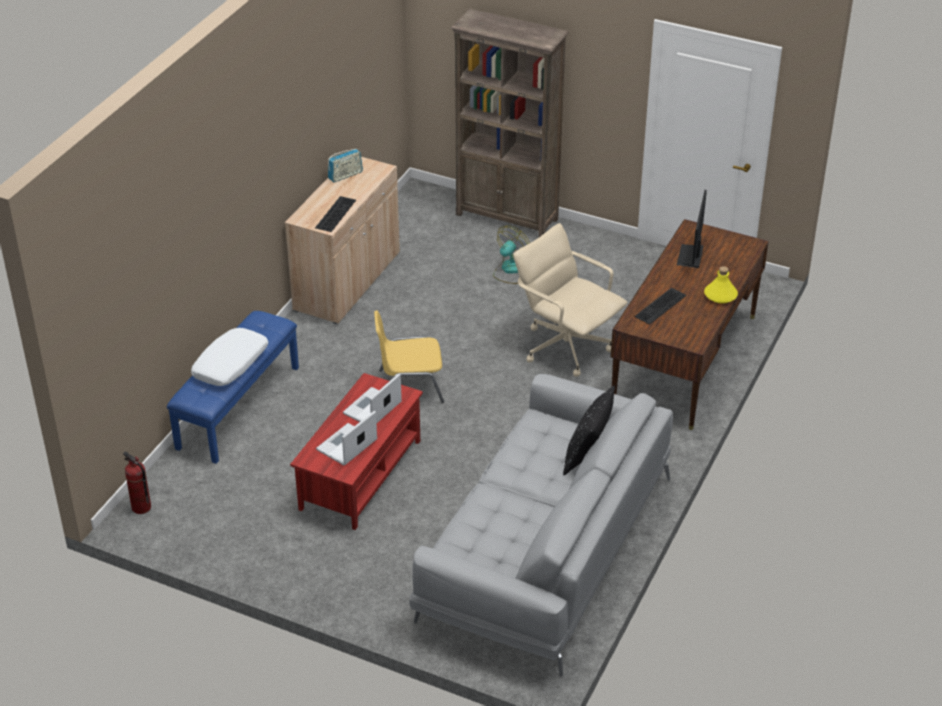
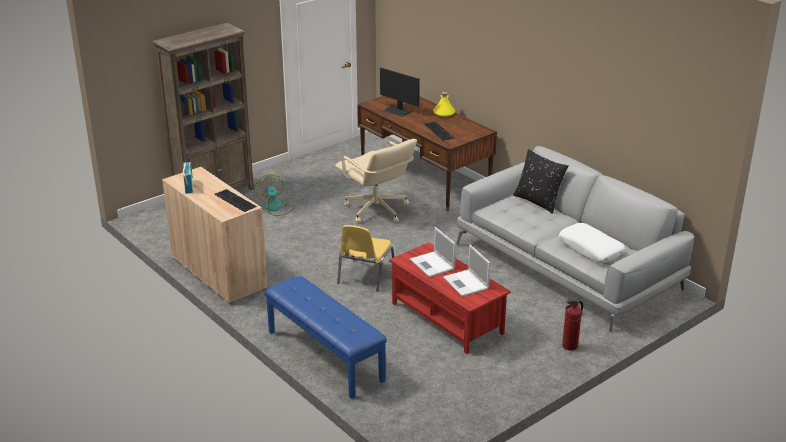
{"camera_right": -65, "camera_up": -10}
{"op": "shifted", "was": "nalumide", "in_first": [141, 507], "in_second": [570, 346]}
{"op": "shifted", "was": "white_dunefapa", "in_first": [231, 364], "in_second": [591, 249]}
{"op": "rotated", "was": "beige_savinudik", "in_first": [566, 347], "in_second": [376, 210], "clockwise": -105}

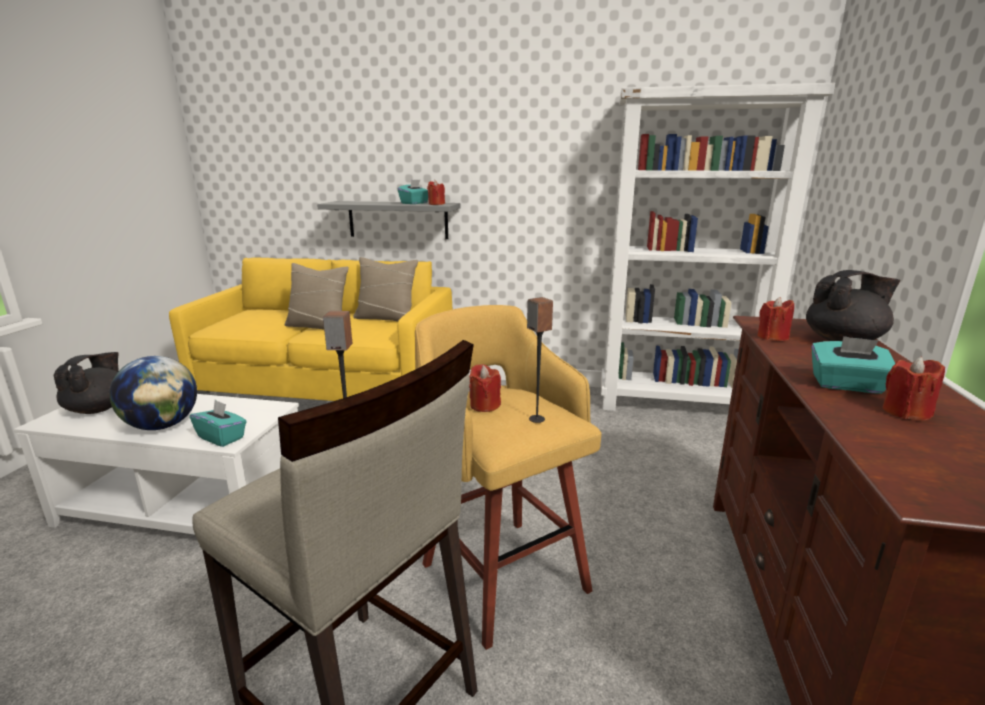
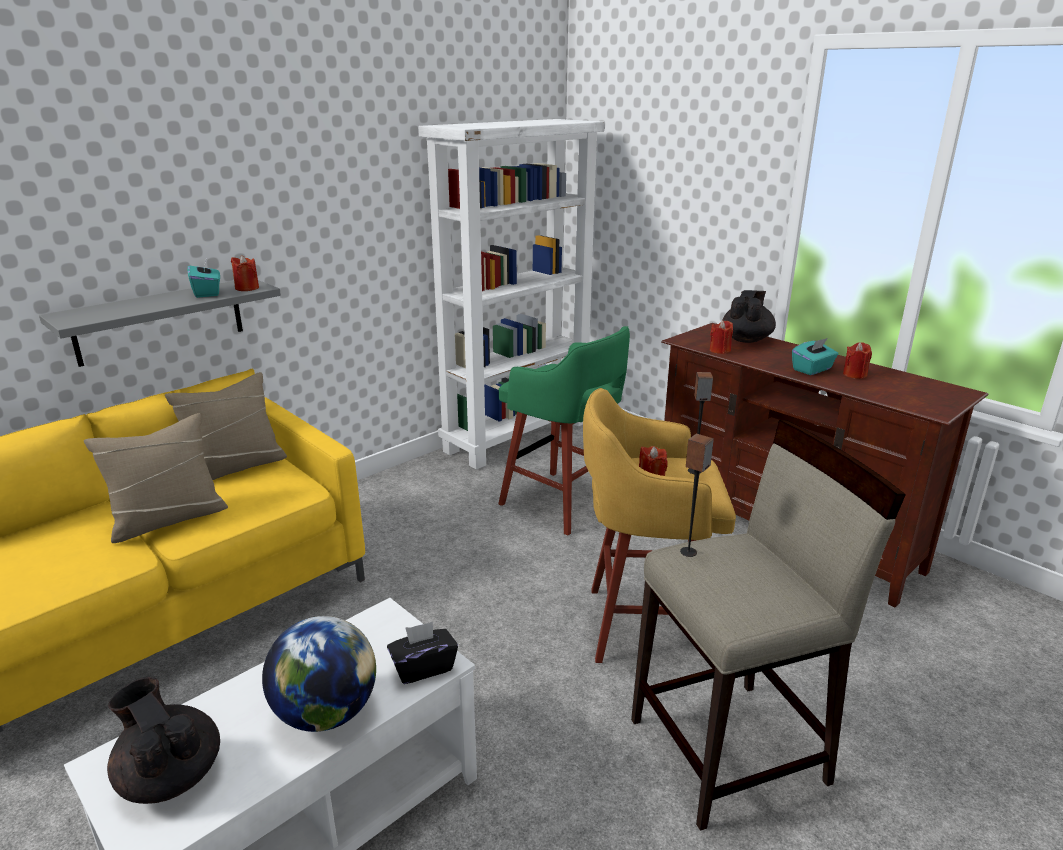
{"camera_right": -55, "camera_up": 5}
{"op": "new", "now": "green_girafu", "in_second": [562, 503]}
{"op": "repainted", "was": "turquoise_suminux", "now": "black_suminux", "in_first": [222, 437], "in_second": [423, 667]}

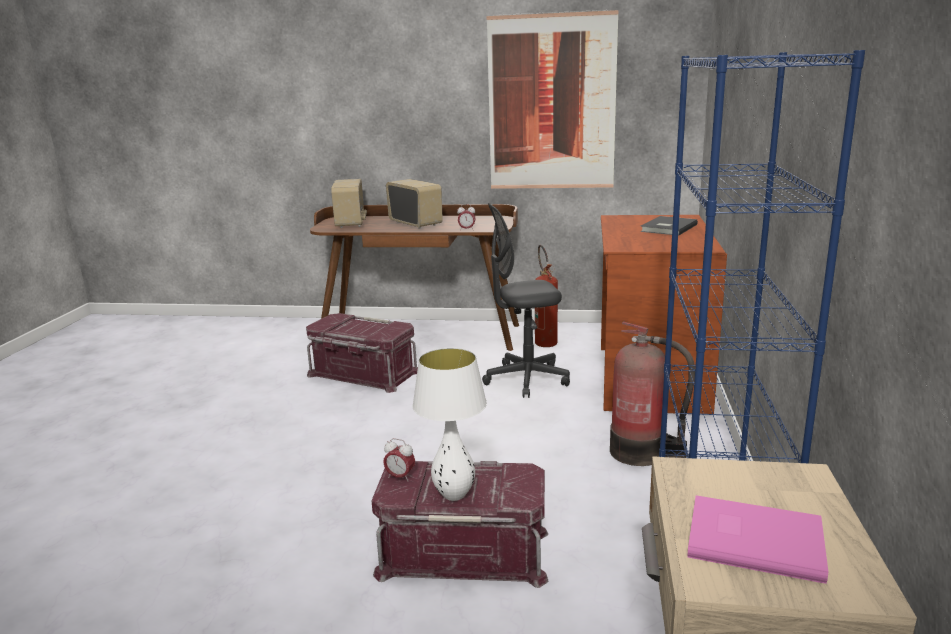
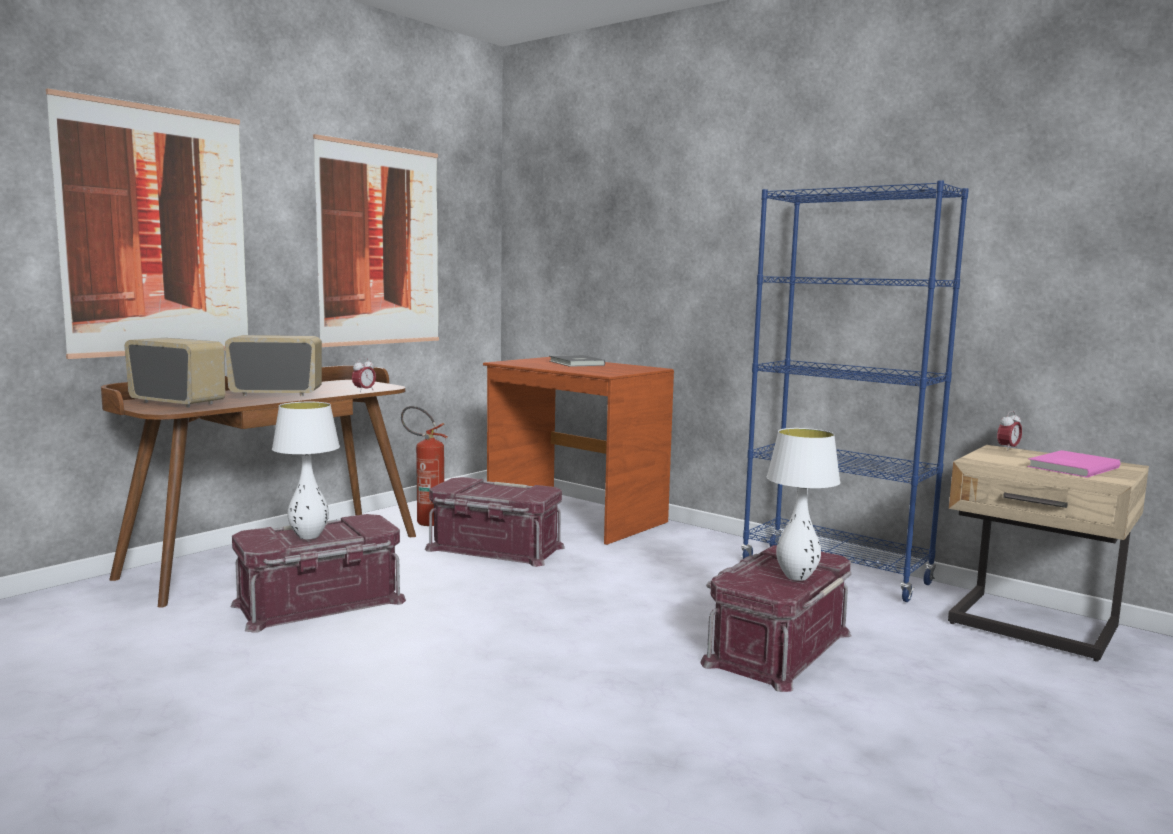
{"camera_right": -60, "camera_up": -10}
{"op": "gone", "was": "nalumide", "in_first": [642, 453]}
{"op": "new", "now": "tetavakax", "in_second": [156, 231]}
{"op": "new", "now": "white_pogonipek", "in_second": [309, 537]}
{"op": "shifted", "was": "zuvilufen", "in_first": [400, 477], "in_second": [1008, 449]}
{"op": "swapped", "was": "grey_savinudik", "now": "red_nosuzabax", "in_first": [526, 379], "in_second": [494, 549]}

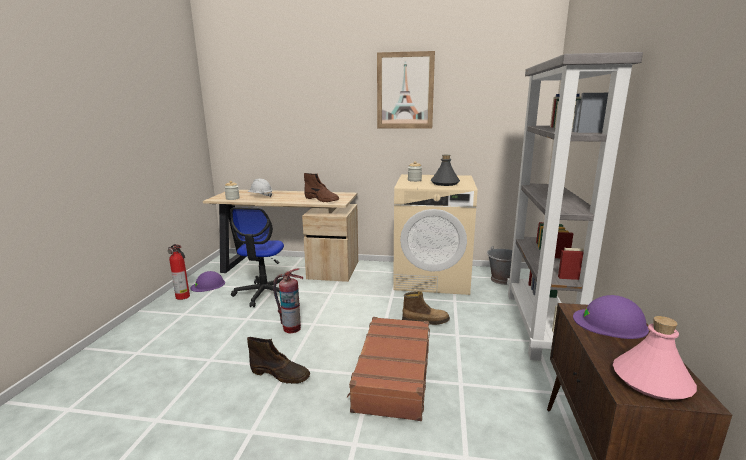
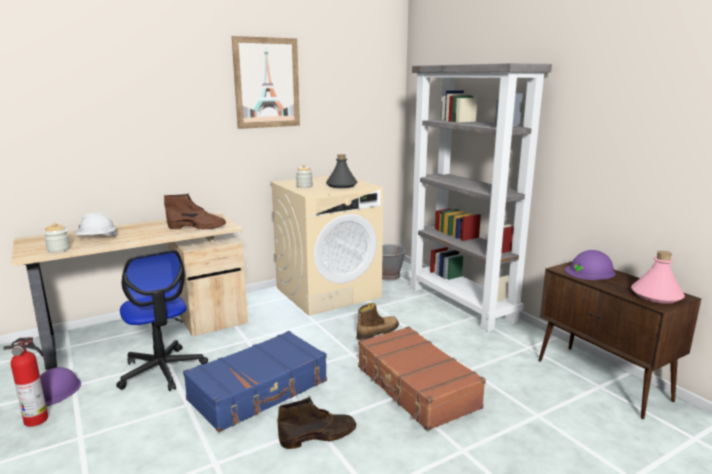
{"camera_right": -40, "camera_up": 0}
{"op": "swapped", "was": "nalumide", "now": "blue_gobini", "in_first": [291, 328], "in_second": [259, 391]}

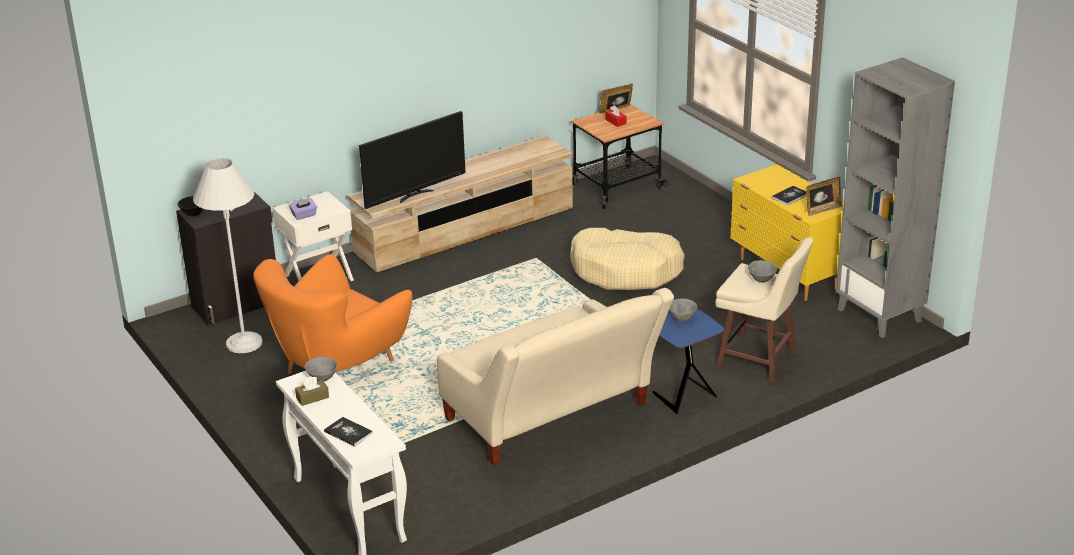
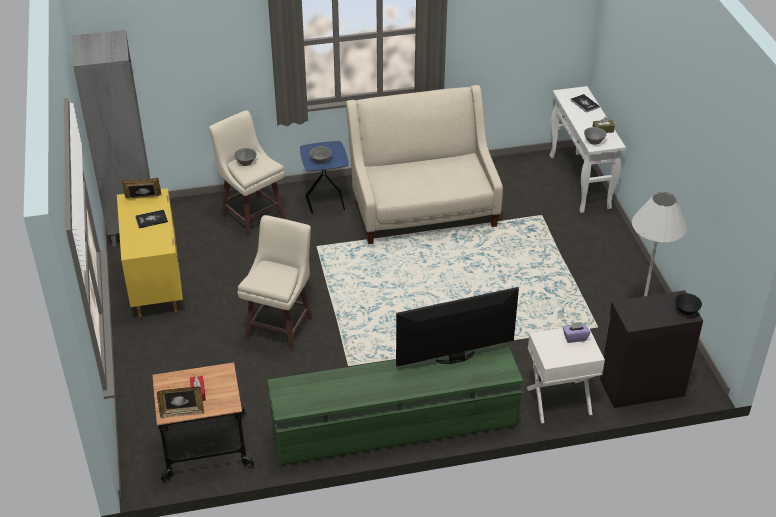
{"camera_right": -160, "camera_up": 10}
{"op": "gone", "was": "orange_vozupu", "in_first": [337, 368]}
{"op": "swapped", "was": "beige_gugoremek", "now": "beige_girafu", "in_first": [626, 271], "in_second": [280, 326]}
{"op": "repainted", "was": "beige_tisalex", "now": "green_tisalex", "in_first": [465, 230], "in_second": [394, 426]}

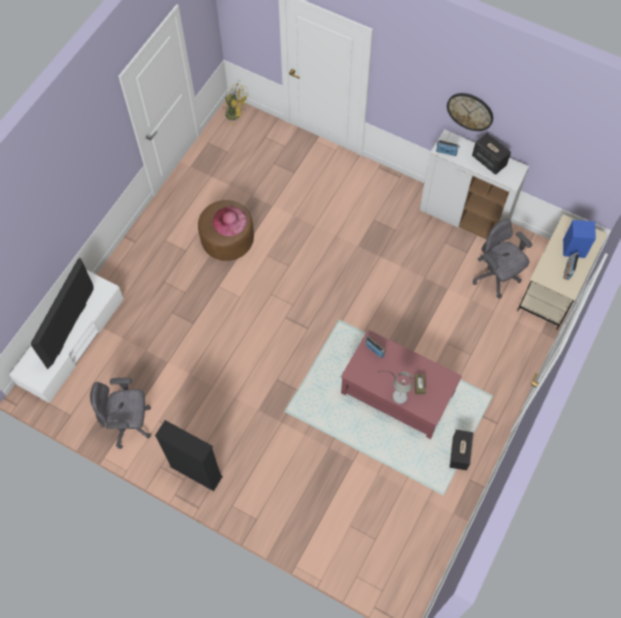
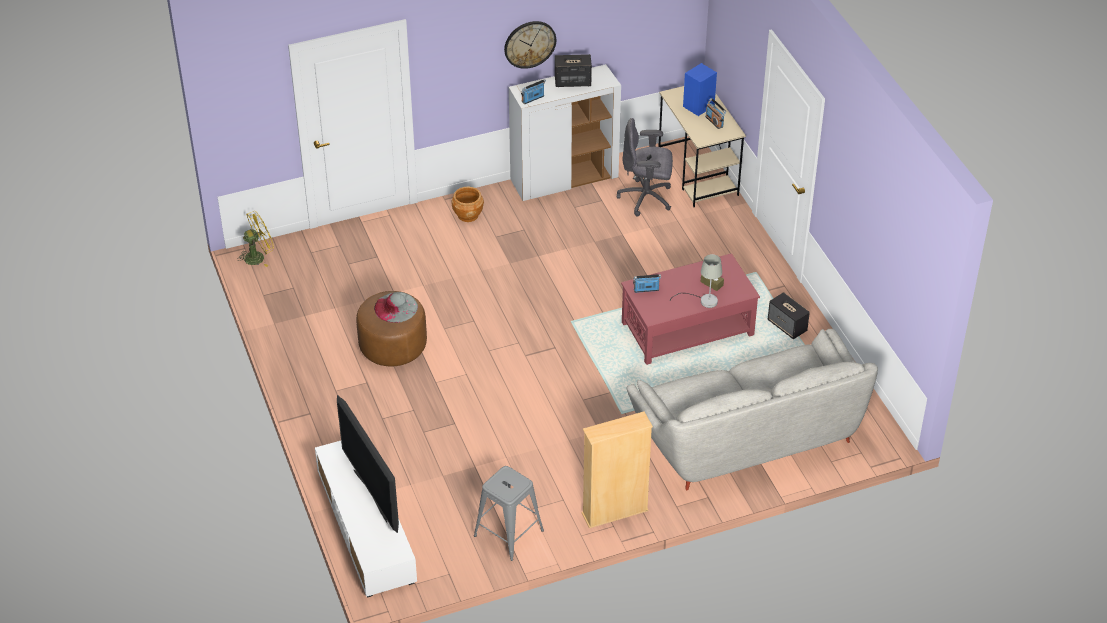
{"camera_right": -50, "camera_up": -20}
{"op": "new", "now": "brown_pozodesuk", "in_second": [468, 215]}
{"op": "new", "now": "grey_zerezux", "in_second": [747, 433]}
{"op": "swapped", "was": "grey_savinudik", "now": "grey_girafu", "in_first": [129, 423], "in_second": [509, 533]}
{"op": "repainted", "was": "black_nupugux", "now": "beige_nupugux", "in_first": [196, 472], "in_second": [615, 512]}
{"op": "repainted", "was": "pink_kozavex", "now": "grey_kozavex", "in_first": [229, 221], "in_second": [396, 307]}

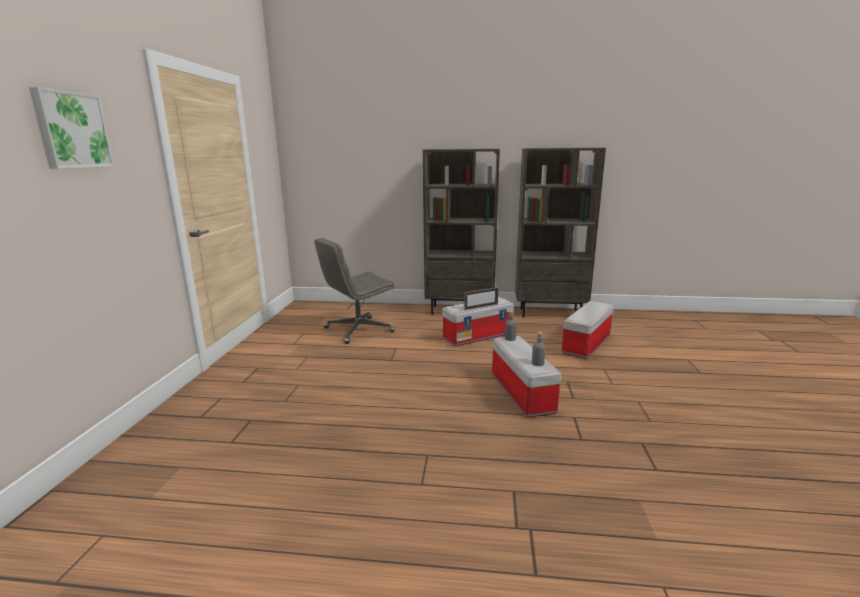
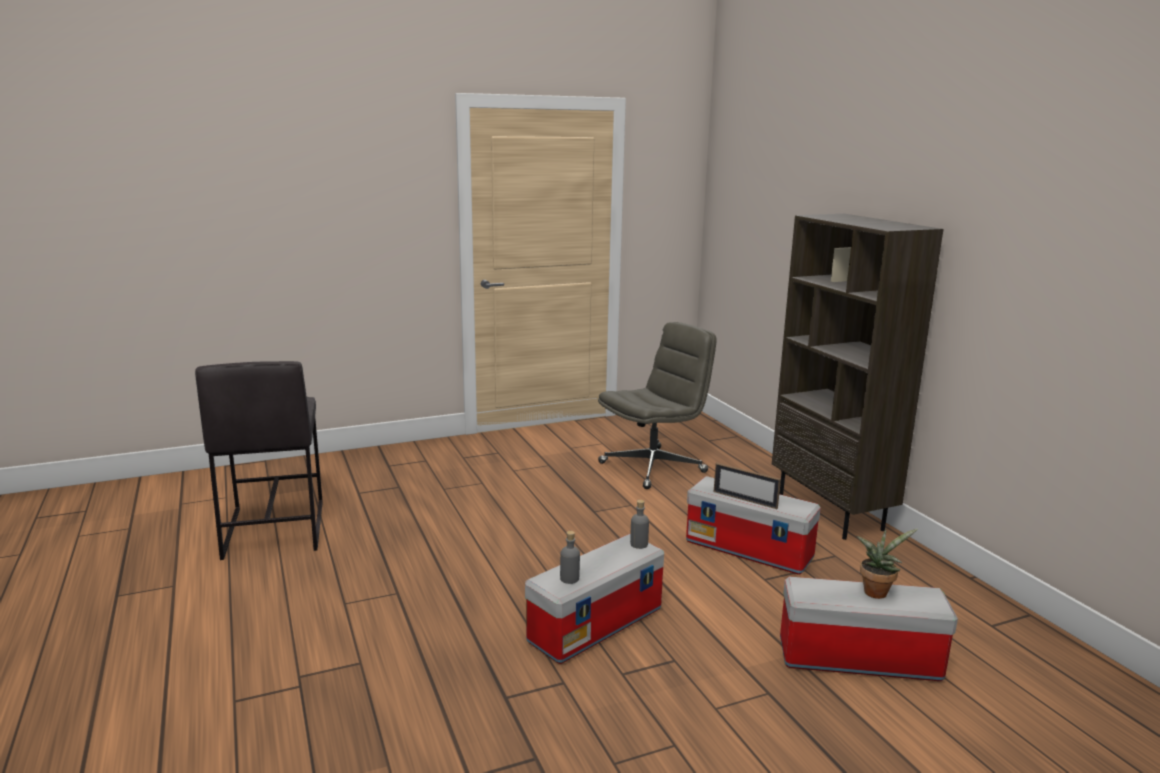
{"camera_right": 60, "camera_up": 0}
{"op": "gone", "was": "tetavakax", "in_first": [72, 130]}
{"op": "gone", "was": "brown_nupugux", "in_first": [550, 313]}
{"op": "new", "now": "grey_girafu", "in_second": [273, 529]}
{"op": "new", "now": "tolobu", "in_second": [877, 591]}
{"op": "rotated", "was": "grey_savinudik", "in_first": [358, 330], "in_second": [653, 467], "clockwise": 120}

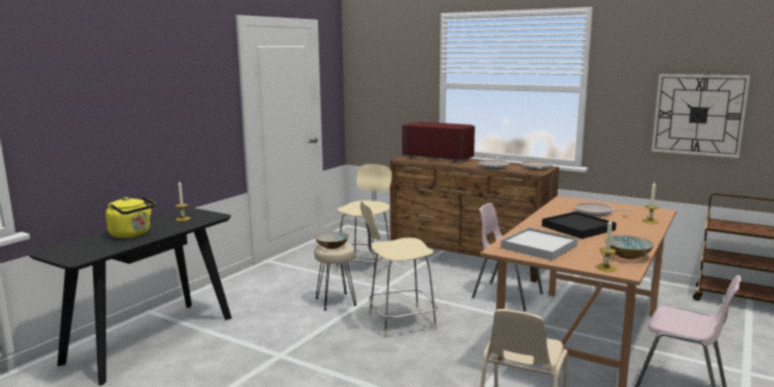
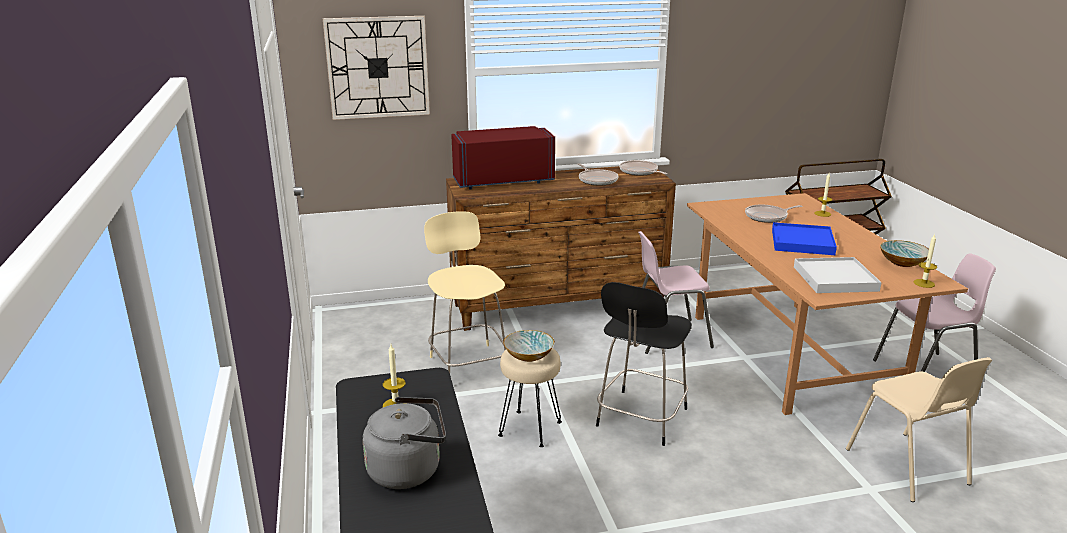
{"camera_right": -45, "camera_up": 10}
{"op": "shifted", "was": "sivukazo", "in_first": [698, 115], "in_second": [377, 67]}
{"op": "repainted", "was": "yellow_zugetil", "now": "grey_zugetil", "in_first": [132, 234], "in_second": [409, 470]}
{"op": "repainted", "was": "beige_girafu", "now": "black_girafu", "in_first": [399, 322], "in_second": [640, 419]}
{"op": "repainted", "was": "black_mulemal", "now": "blue_mulemal", "in_first": [578, 228], "in_second": [802, 242]}

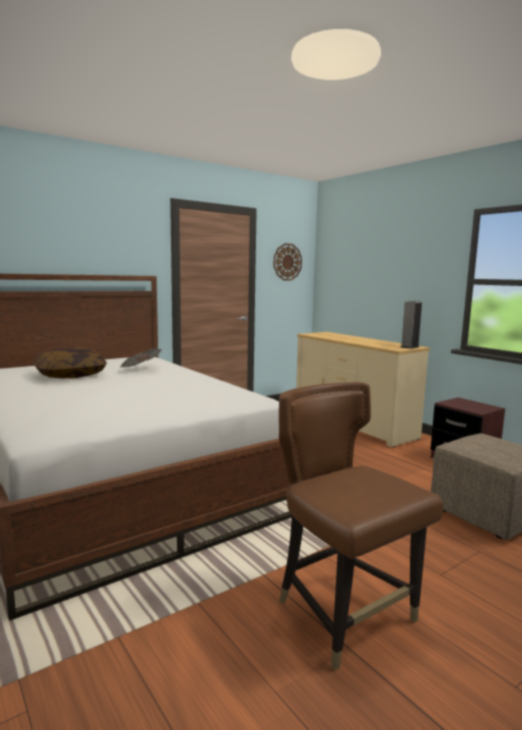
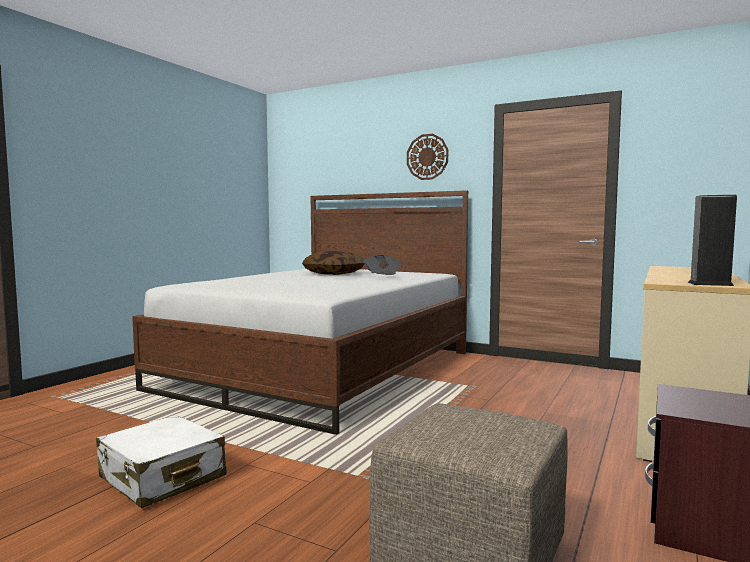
{"camera_right": 65, "camera_up": -5}
{"op": "shifted", "was": "sivukazo", "in_first": [287, 262], "in_second": [427, 157]}
{"op": "swapped", "was": "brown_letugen", "now": "white_gobini", "in_first": [344, 614], "in_second": [162, 477]}

